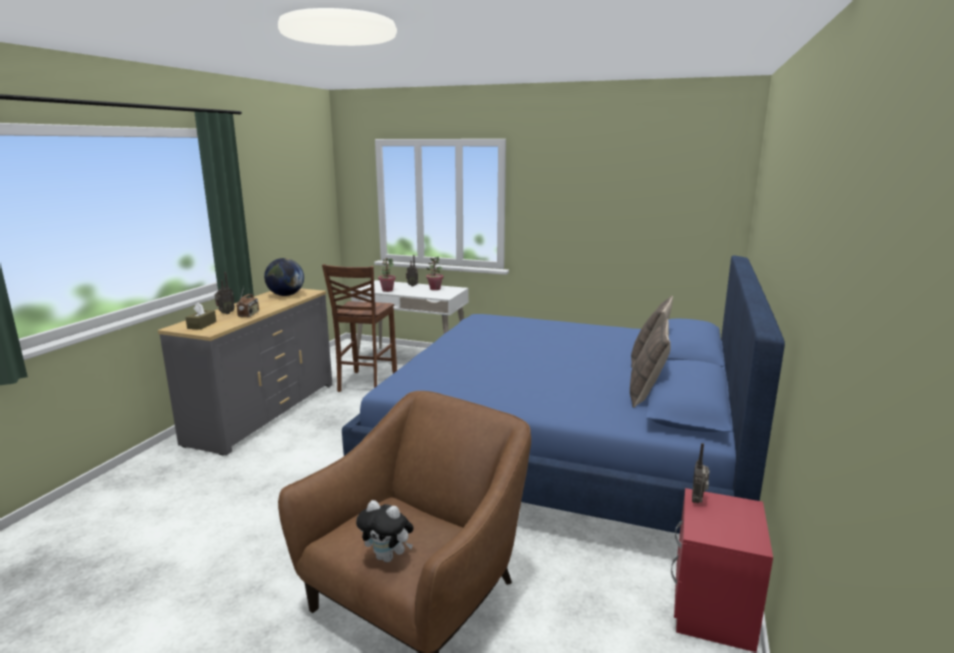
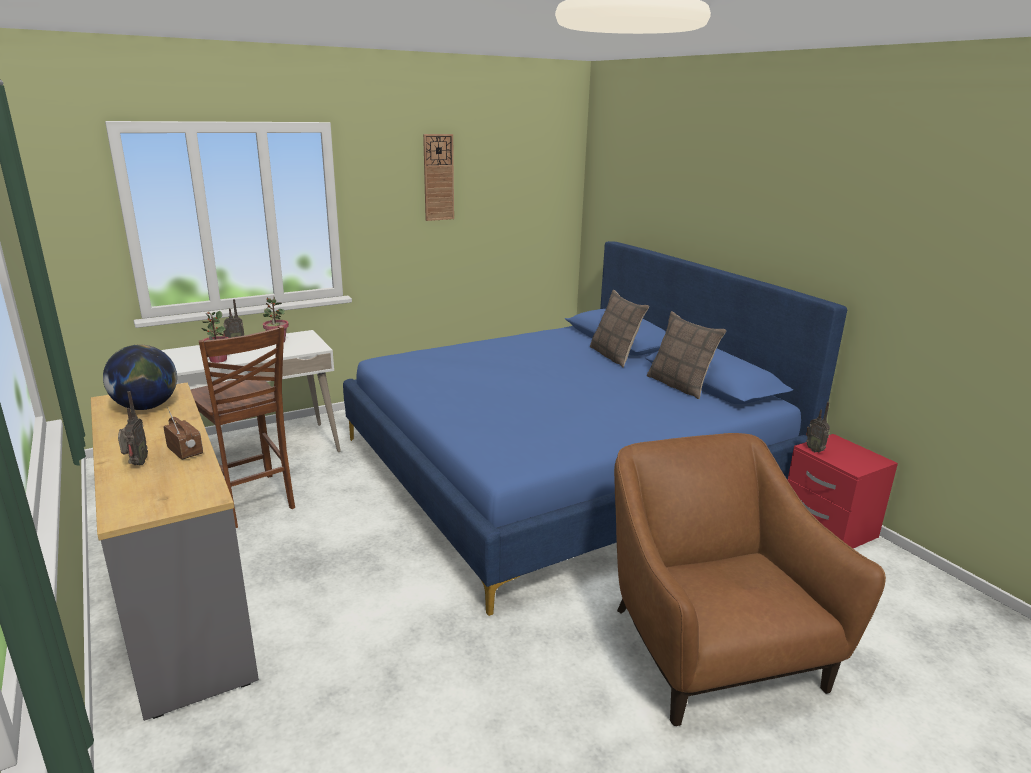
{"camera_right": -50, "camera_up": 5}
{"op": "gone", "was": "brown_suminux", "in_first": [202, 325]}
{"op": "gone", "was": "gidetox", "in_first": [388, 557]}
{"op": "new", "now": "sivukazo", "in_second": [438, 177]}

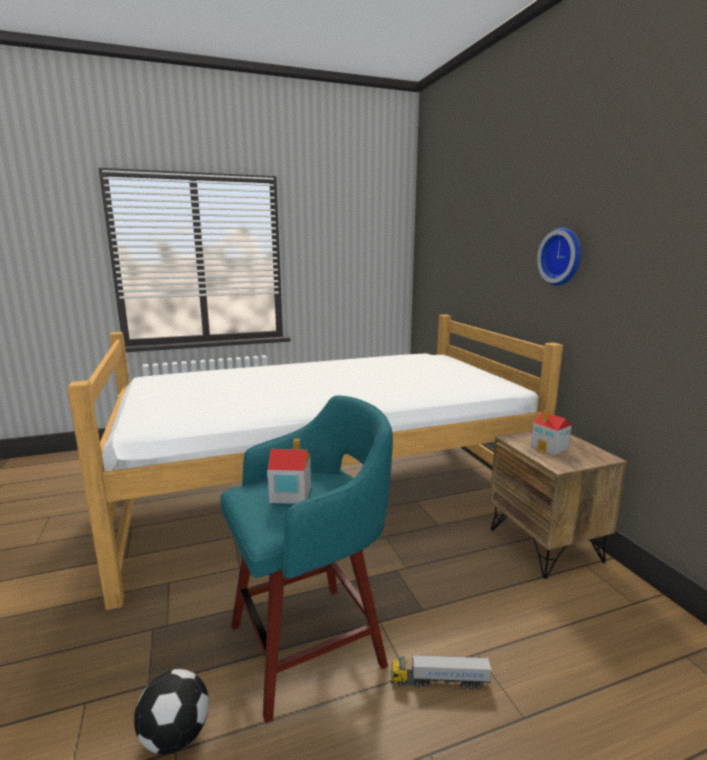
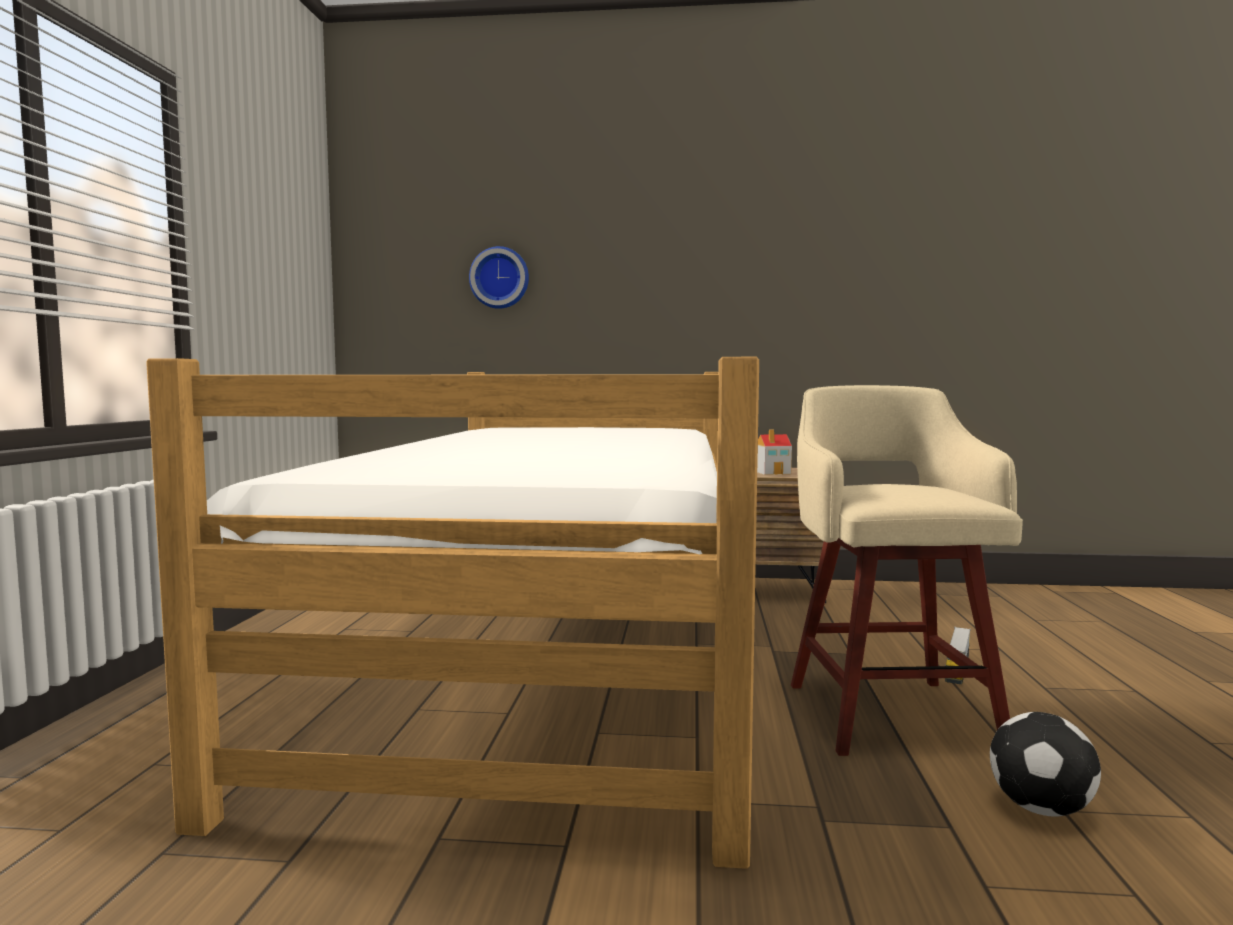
{"camera_right": -65, "camera_up": -10}
{"op": "gone", "was": "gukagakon", "in_first": [290, 494]}
{"op": "shifted", "was": "sivukazo", "in_first": [563, 256], "in_second": [500, 278]}
{"op": "repainted", "was": "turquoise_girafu", "now": "beige_girafu", "in_first": [311, 643], "in_second": [889, 712]}

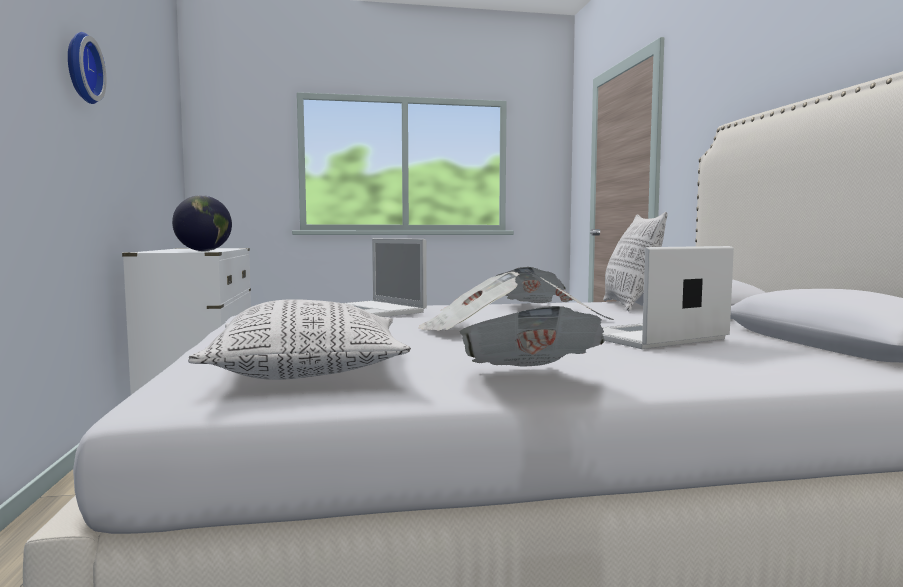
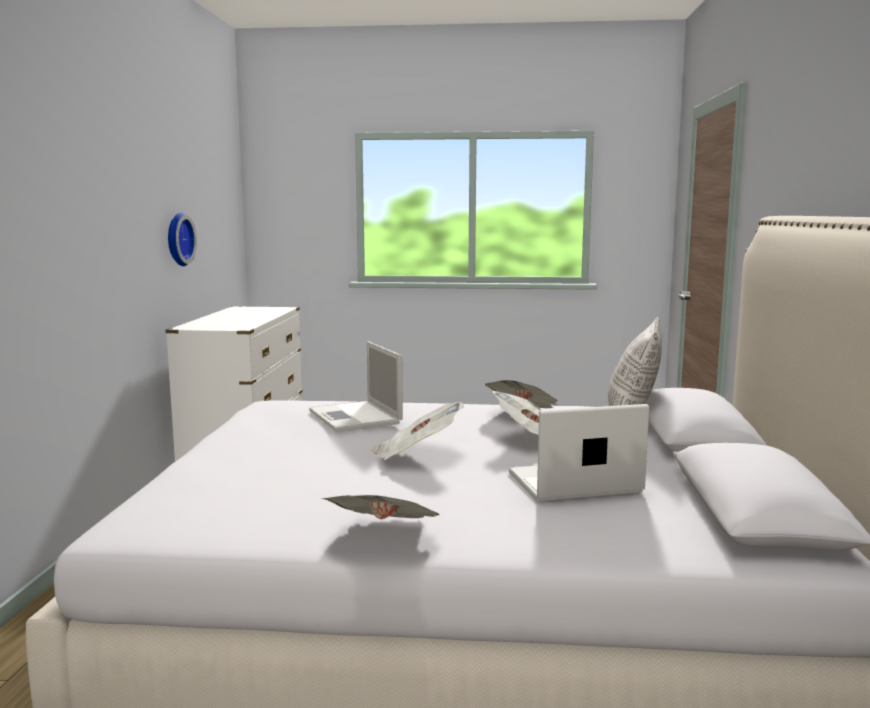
{"camera_right": 15, "camera_up": 5}
{"op": "gone", "was": "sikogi", "in_first": [203, 251]}
{"op": "gone", "was": "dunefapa", "in_first": [308, 371]}
{"op": "shifted", "was": "sivukazo", "in_first": [80, 68], "in_second": [177, 239]}

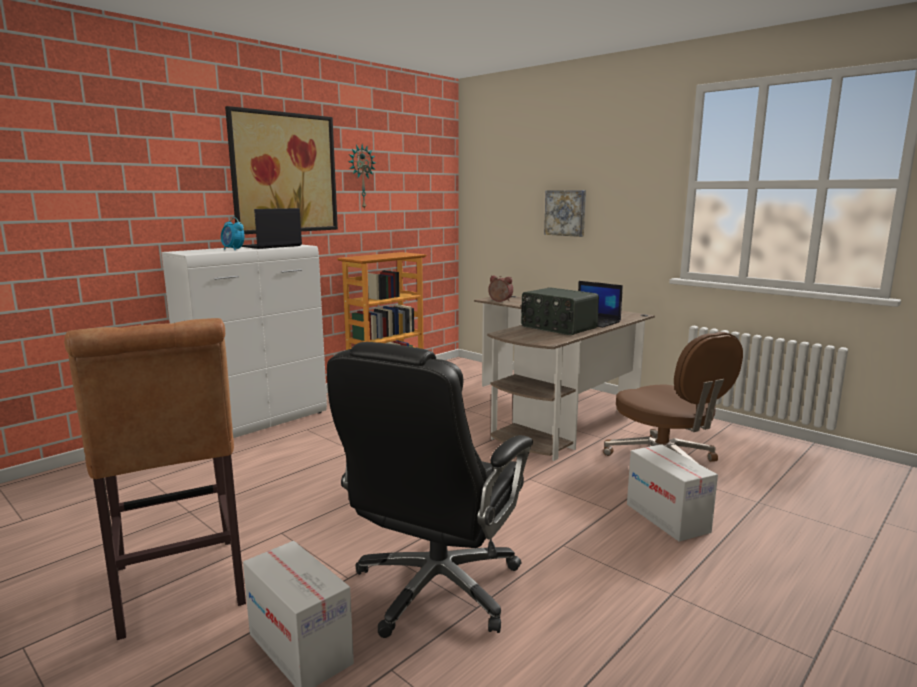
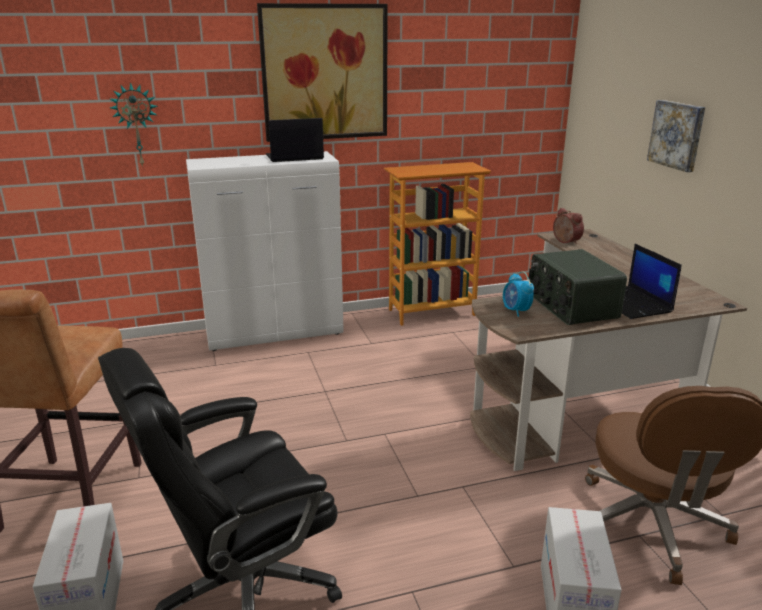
{"camera_right": 30, "camera_up": 10}
{"op": "shifted", "was": "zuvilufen", "in_first": [233, 249], "in_second": [516, 311]}
{"op": "shifted", "was": "sivukazo", "in_first": [361, 177], "in_second": [136, 125]}

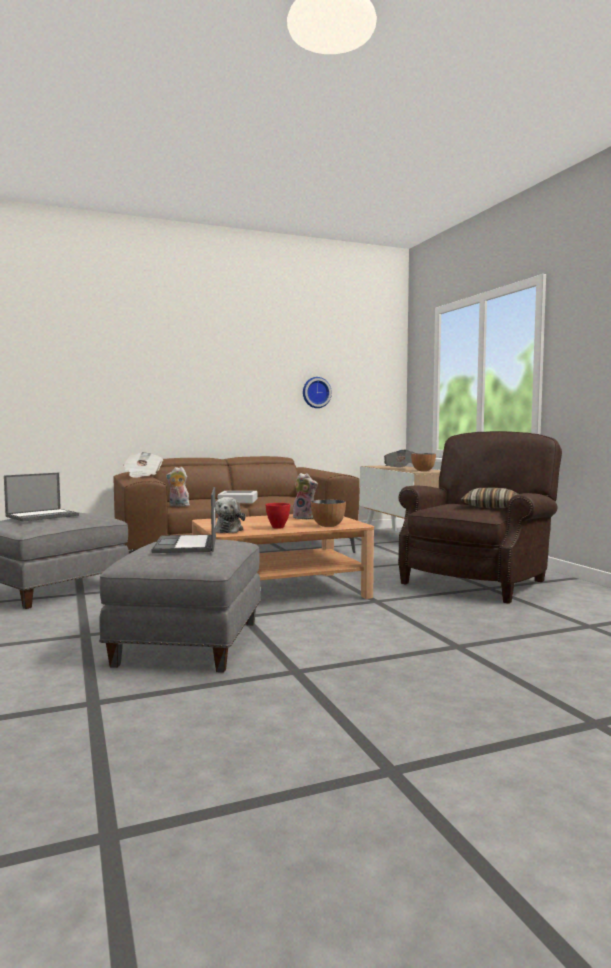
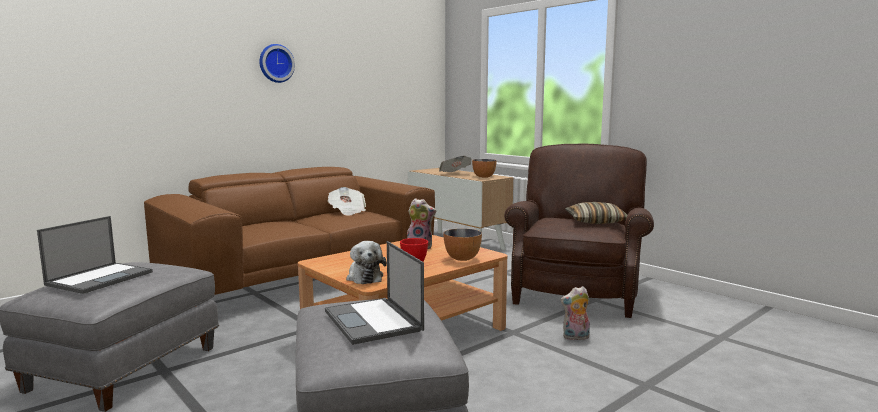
{"camera_right": -20, "camera_up": 5}
{"op": "gone", "was": "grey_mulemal", "in_first": [238, 501]}
{"op": "shifted", "was": "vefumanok", "in_first": [142, 475], "in_second": [347, 211]}
{"op": "shifted", "was": "gidetox", "in_first": [178, 506], "in_second": [575, 337]}
{"op": "shifted", "was": "sivukazo", "in_first": [316, 392], "in_second": [275, 63]}

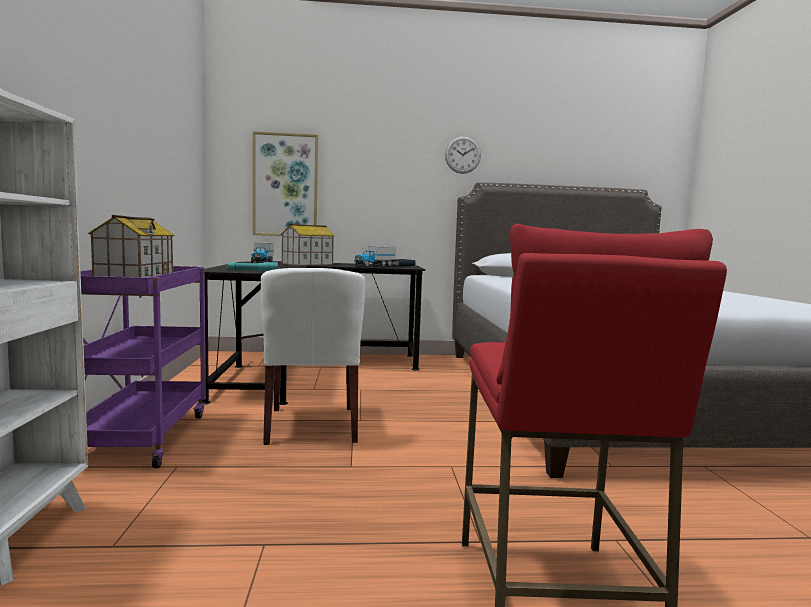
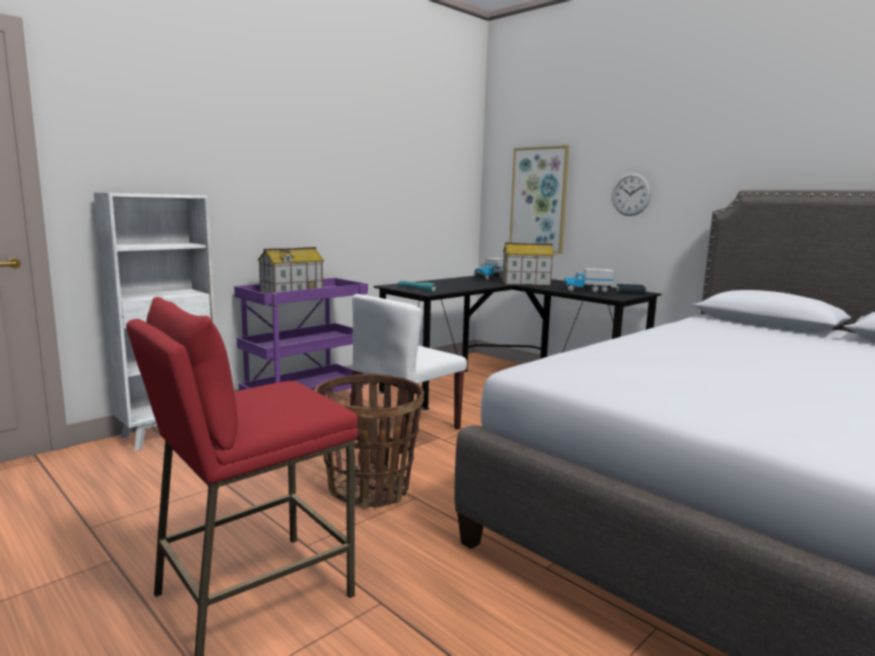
{"camera_right": 50, "camera_up": 5}
{"op": "new", "now": "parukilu", "in_second": [369, 489]}
{"op": "shifted", "was": "sivukazo", "in_first": [462, 155], "in_second": [631, 194]}

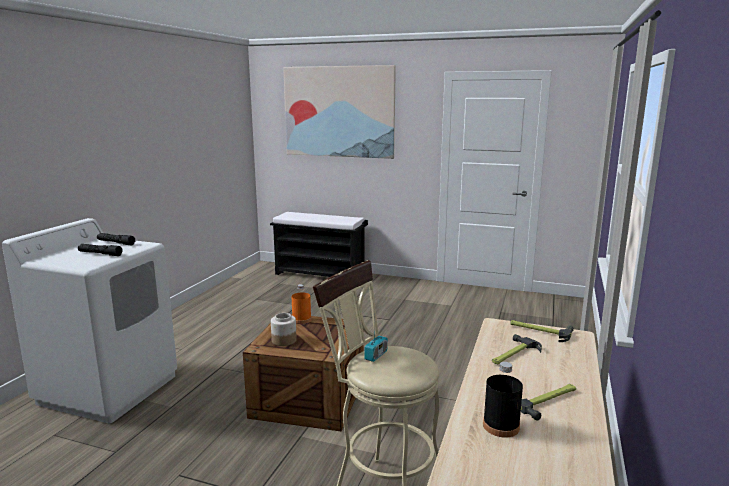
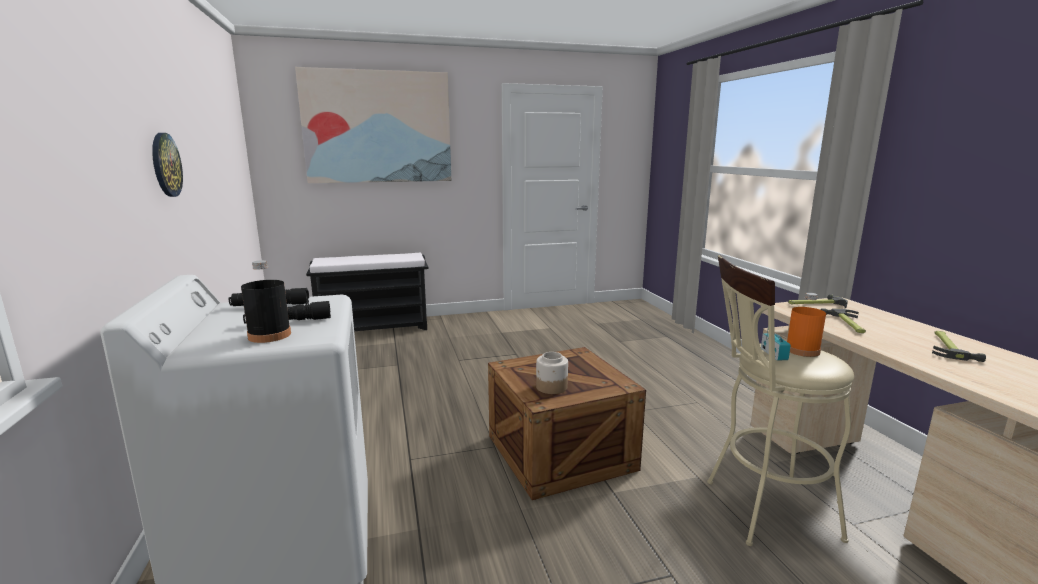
{"camera_right": -35, "camera_up": 0}
{"op": "new", "now": "sivukazo", "in_second": [165, 165]}
{"op": "shifted", "was": "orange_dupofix", "in_first": [301, 320], "in_second": [802, 350]}
{"op": "shifted", "was": "black_dupofix", "in_first": [501, 426], "in_second": [269, 335]}

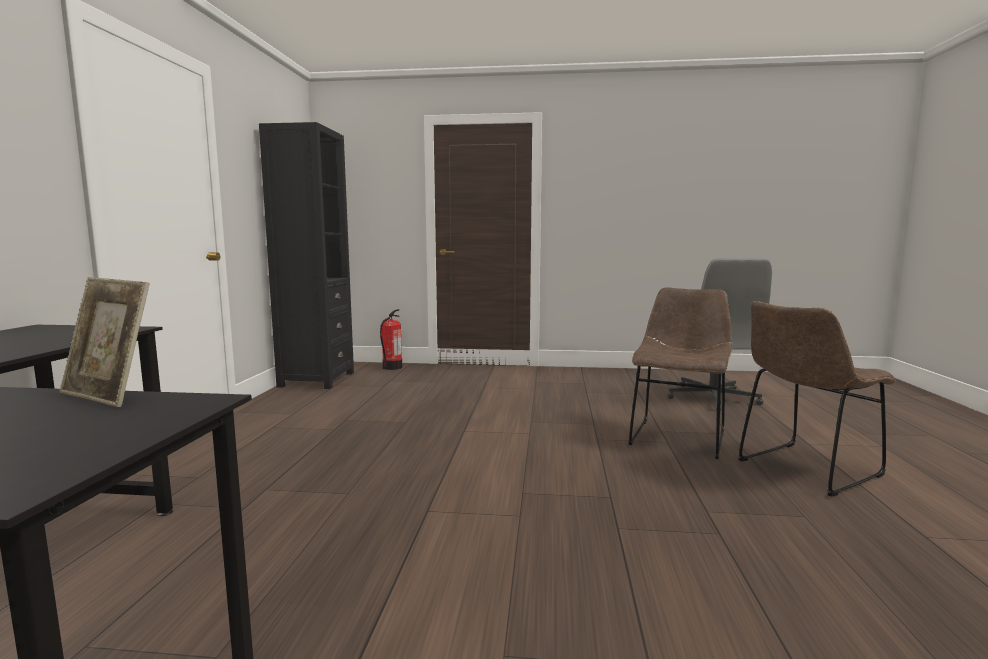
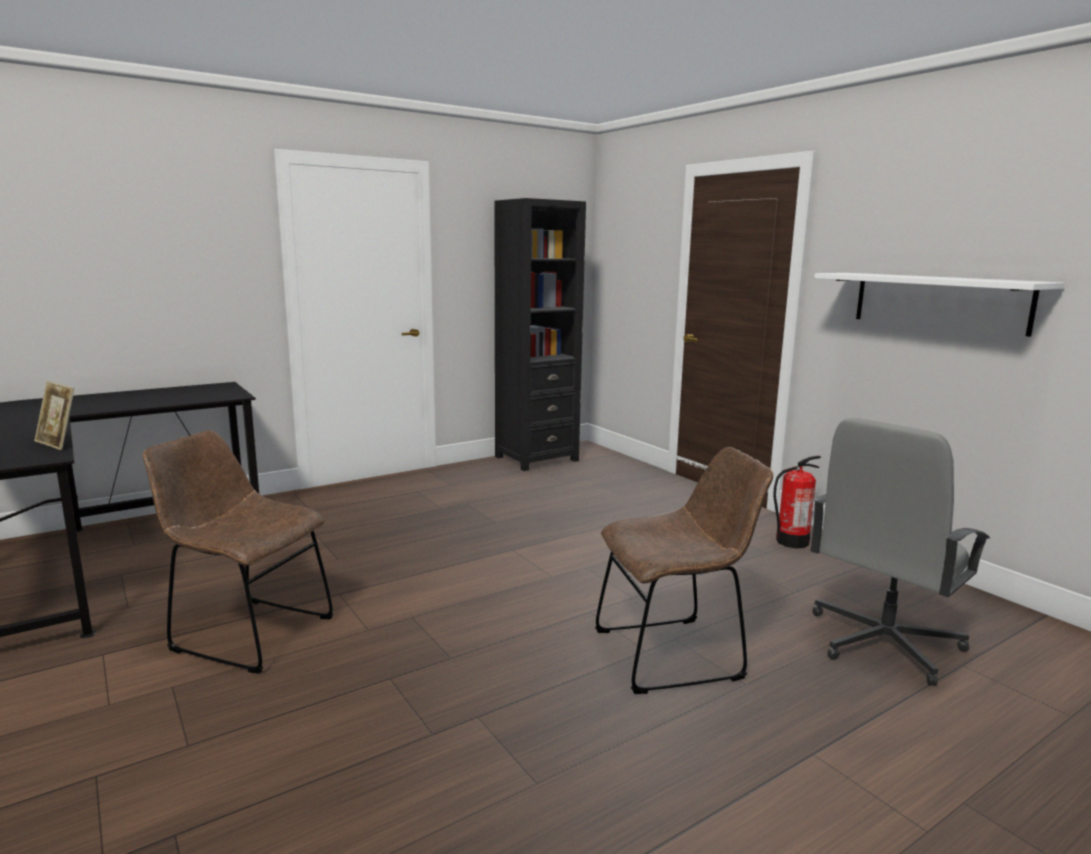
{"camera_right": 50, "camera_up": 5}
{"op": "new", "now": "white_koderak", "in_second": [939, 302]}
{"op": "shifted", "was": "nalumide", "in_first": [392, 367], "in_second": [791, 542]}
{"op": "shifted", "was": "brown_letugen", "in_first": [804, 469], "in_second": [247, 632]}
{"op": "rotated", "was": "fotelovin", "in_first": [110, 395], "in_second": [58, 444], "clockwise": -45}

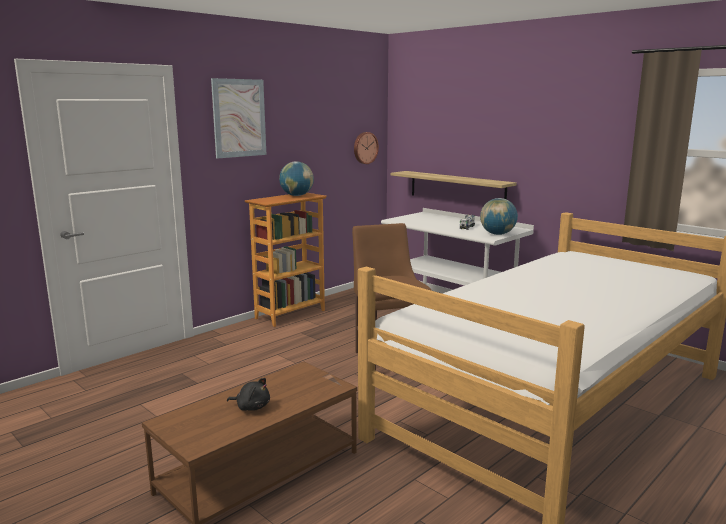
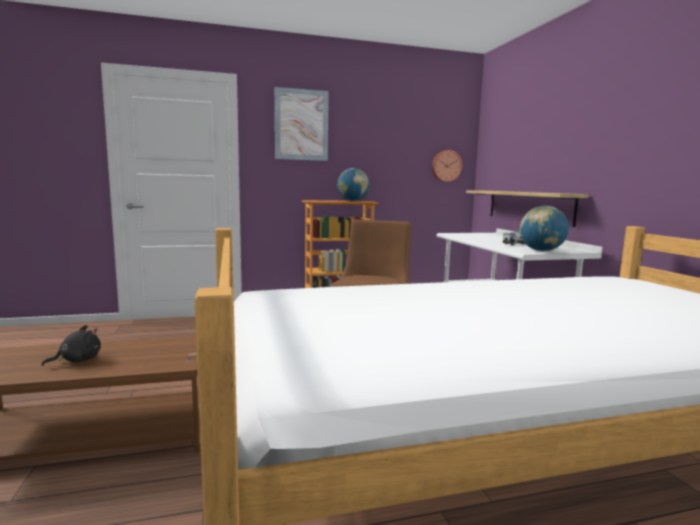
{"camera_right": 30, "camera_up": -5}
{"op": "rotated", "was": "black_gidetox", "in_first": [251, 407], "in_second": [77, 360], "clockwise": -90}

